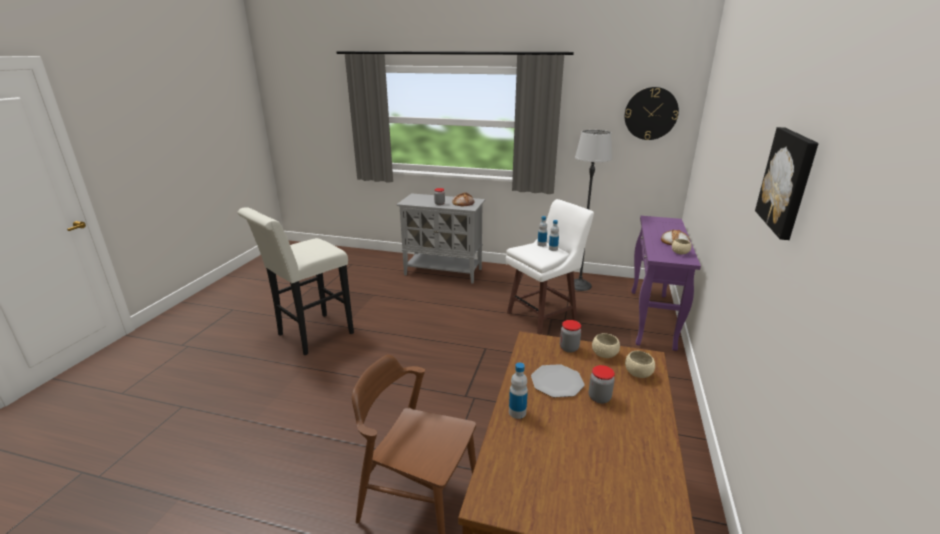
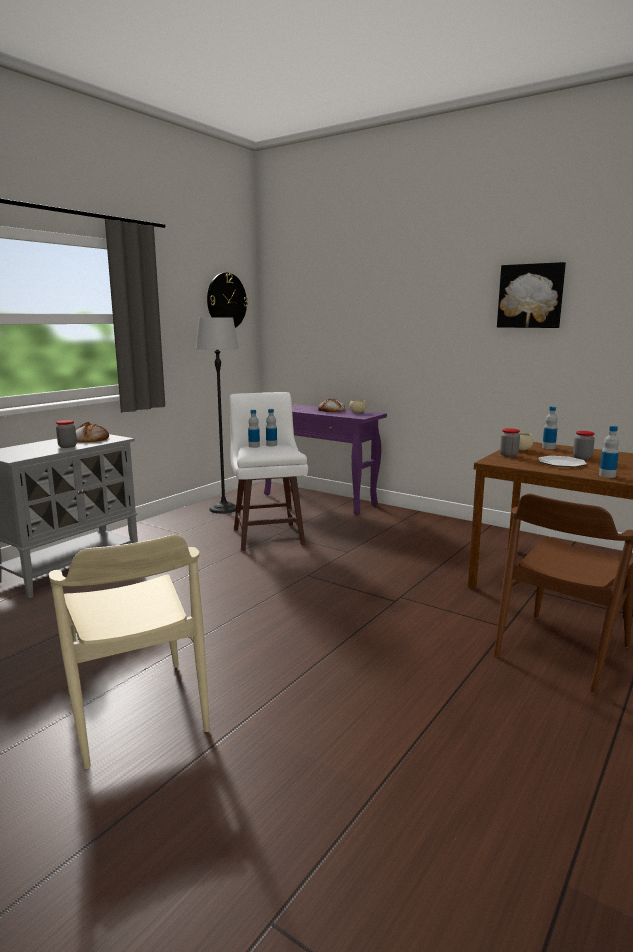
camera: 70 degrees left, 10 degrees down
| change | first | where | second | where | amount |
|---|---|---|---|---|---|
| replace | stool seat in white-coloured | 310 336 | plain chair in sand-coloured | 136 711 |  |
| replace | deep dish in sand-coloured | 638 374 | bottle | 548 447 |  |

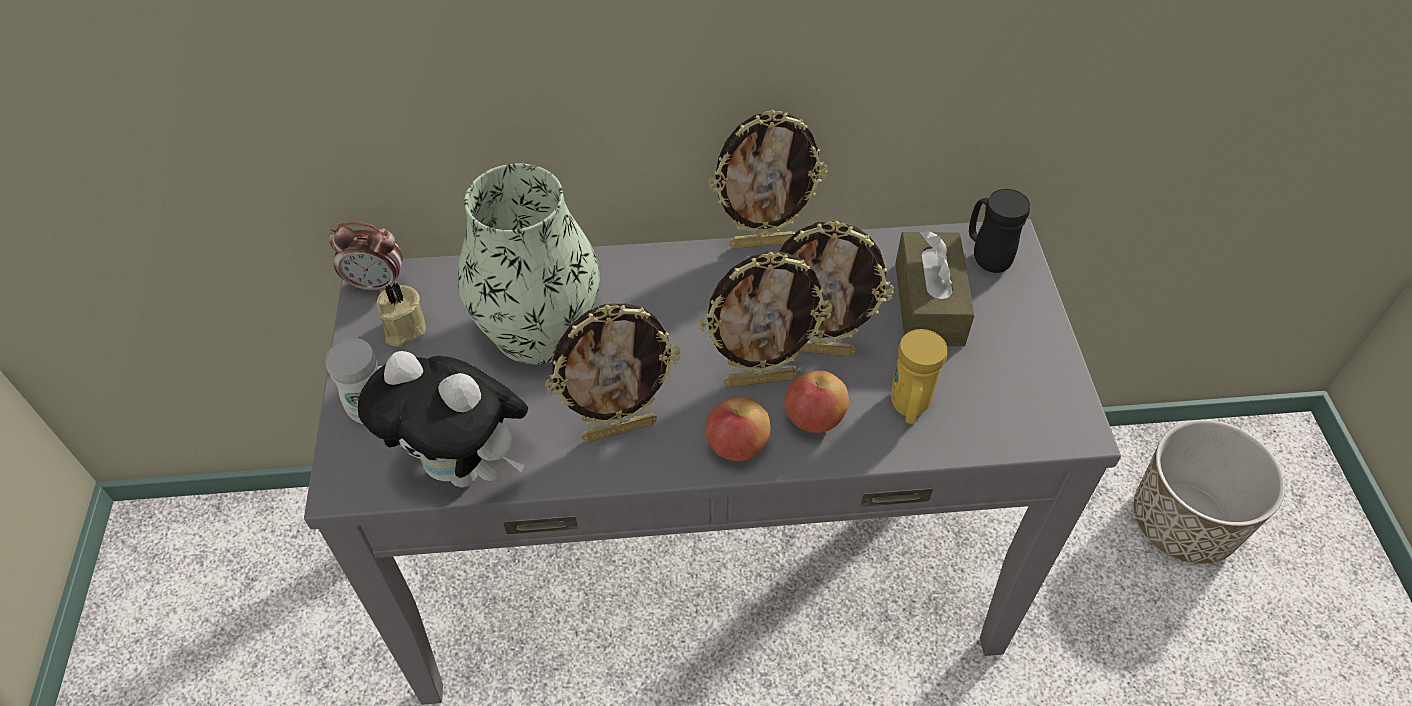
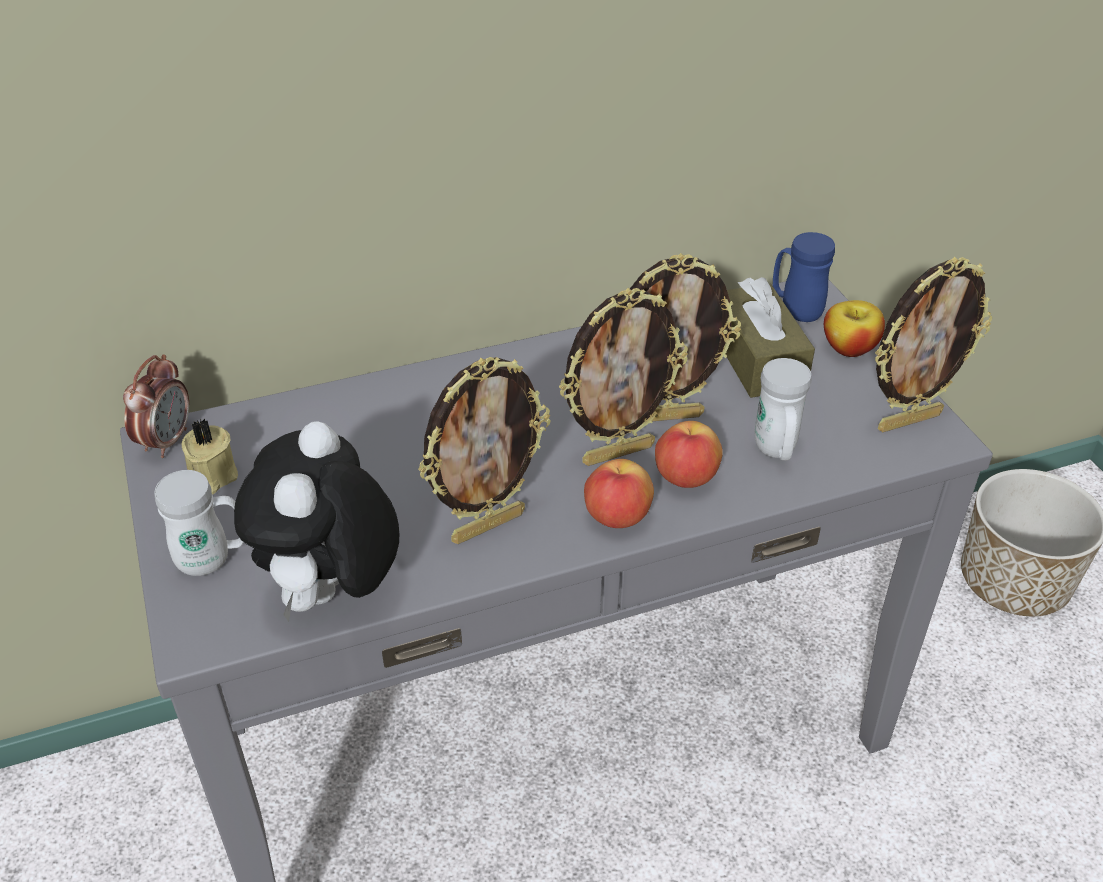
camera: 15 degrees left, 10 degrees down
| change | first | where | second | where | amount |
|---|---|---|---|---|---|
| delete | decorative vase | 539 328 |  |  |  |
| insert |  |  | whole apple | 849 348 |  |
| move | picture frame | 763 242 |  | 908 420 |  |
| recolor | tea mug in yellow-coloured | 908 408 | tea mug in white-coloured | 776 451 |  |
| recolor | tea mug in black | 986 256 | tea mug in blue | 795 310 |  |
| rotate | bedside clock | 377 284 |  | 166 441 | 60 degrees counterclockwise |
| rotate | cuddly toy | 467 468 |  | 332 594 | 90 degrees clockwise |

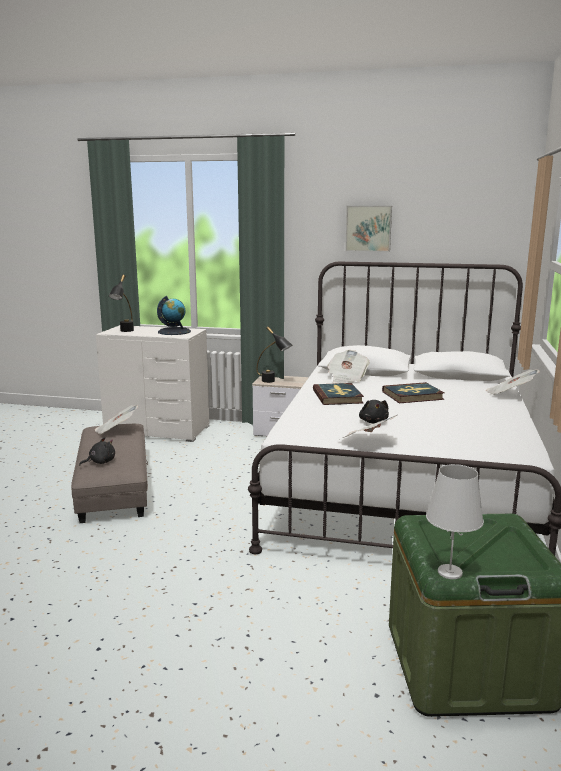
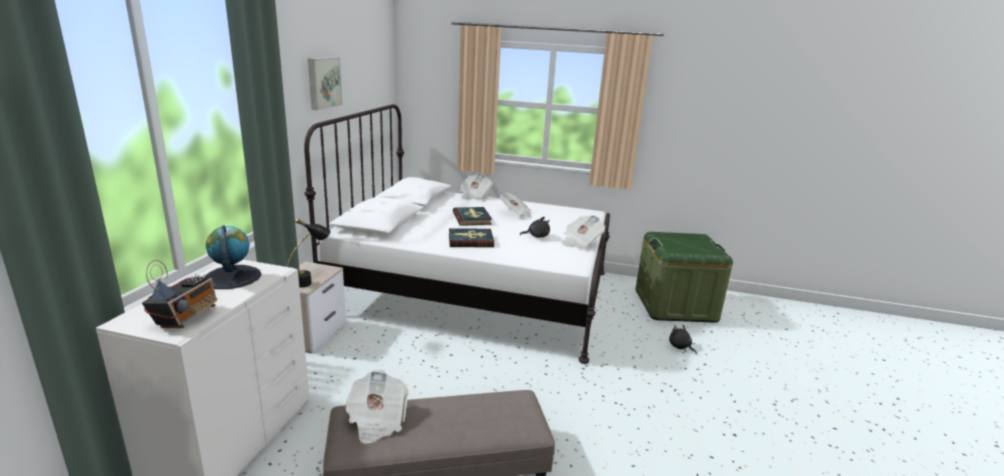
camera: 90 degrees left, 5 degrees up
| change | first | where | second | where | amount |
|---|---|---|---|---|---|
| delete | table lamp in white-coloured | 450 572 |  |  |  |
| move | cuddly toy in black | 100 462 |  | 680 347 |  |
| move | printed paper | 346 378 |  | 515 214 |  |
| replace | table lamp in black | 124 331 | radio receiver | 186 317 |  |

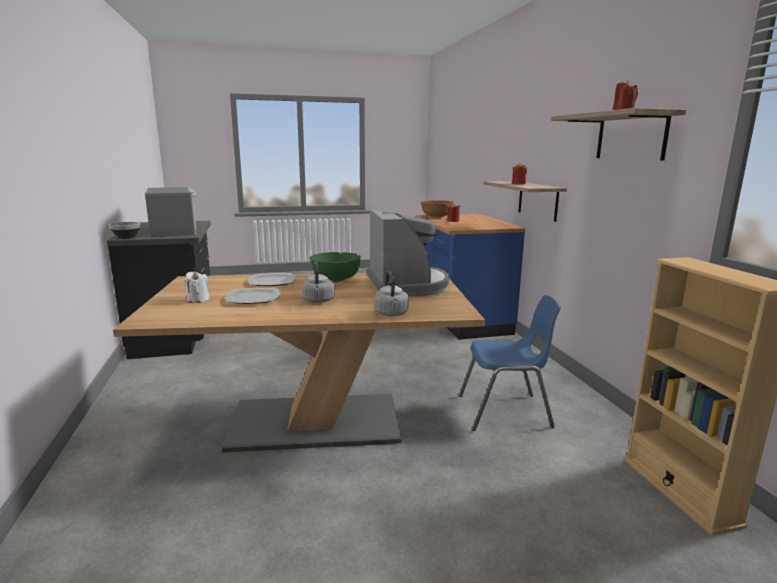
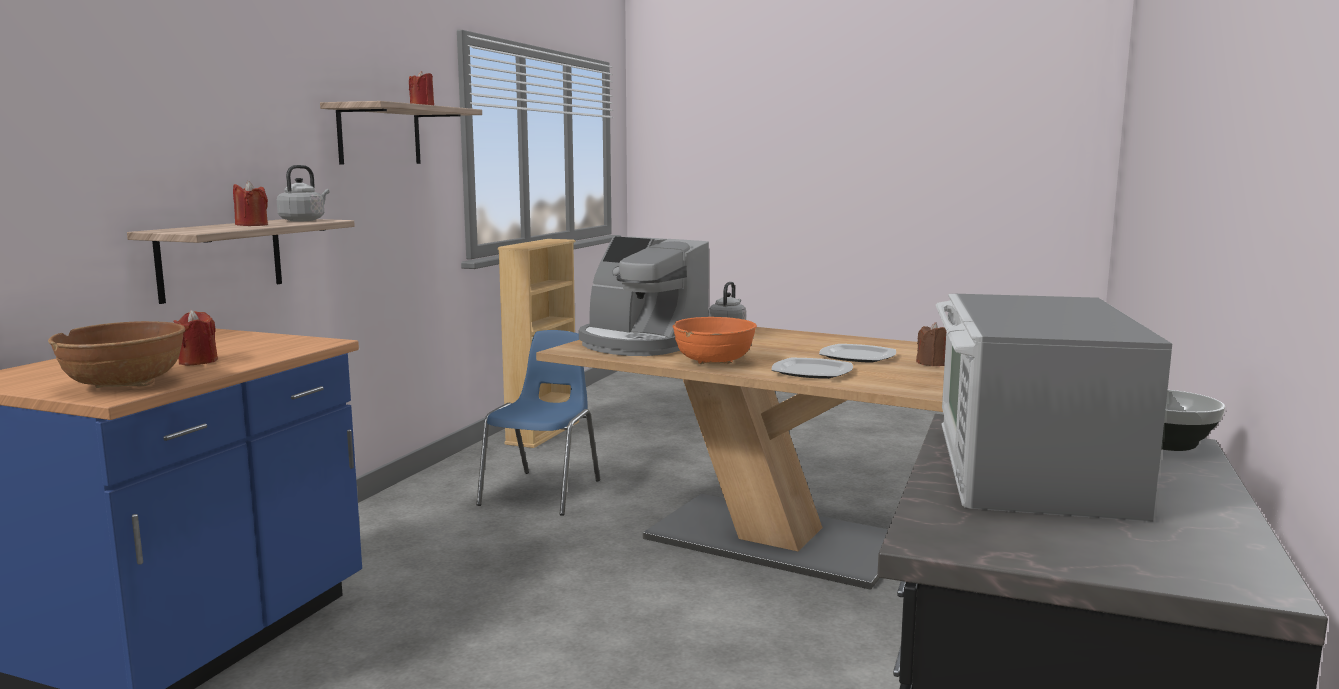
camera: 145 degrees left, 5 degrees down
| change | first | where | second | where | amount |
|---|---|---|---|---|---|
| move | water kettle in grey | 318 301 |  | 304 220 |  |
| recolor | candle in white-coloured | 198 300 | candle in brown | 932 363 |  |
| recolor | deep dish in green-coloured | 336 279 | deep dish in orange-coloured | 714 362 |  |
| rotate | coffee brewer | 407 285 |  | 640 344 | 75 degrees counterclockwise |
| rotate | plain chair in blue | 506 412 |  | 543 492 | 75 degrees clockwise |

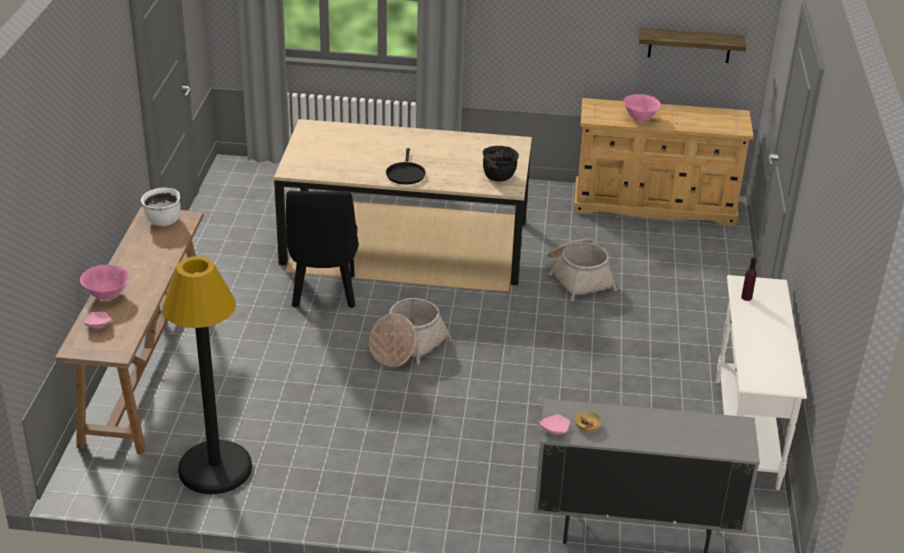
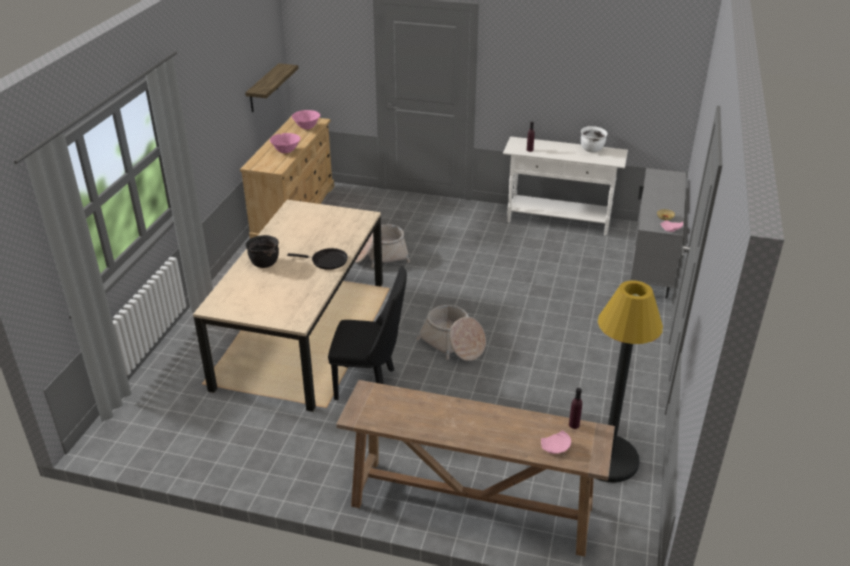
camera: 80 degrees left, 0 degrees up
| change | first | where | second | where | amount |
|---|---|---|---|---|---|
| insert |  |  | bottle in purplish | 574 425 |  |
| move | deep dish in pink-coloured | 107 296 |  | 307 128 |  |
| move | cooking pot in white-coloured | 163 221 |  | 592 149 |  |
| move | cooking pot in black | 499 177 |  | 264 263 |  |

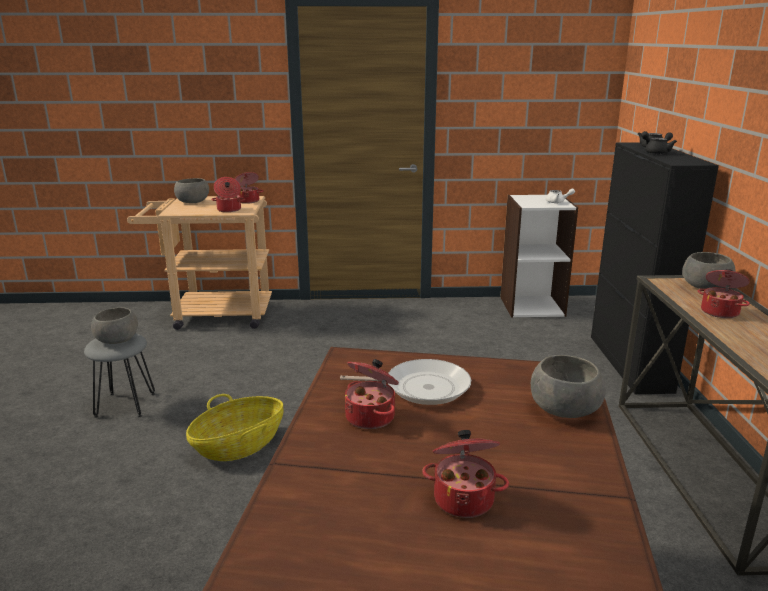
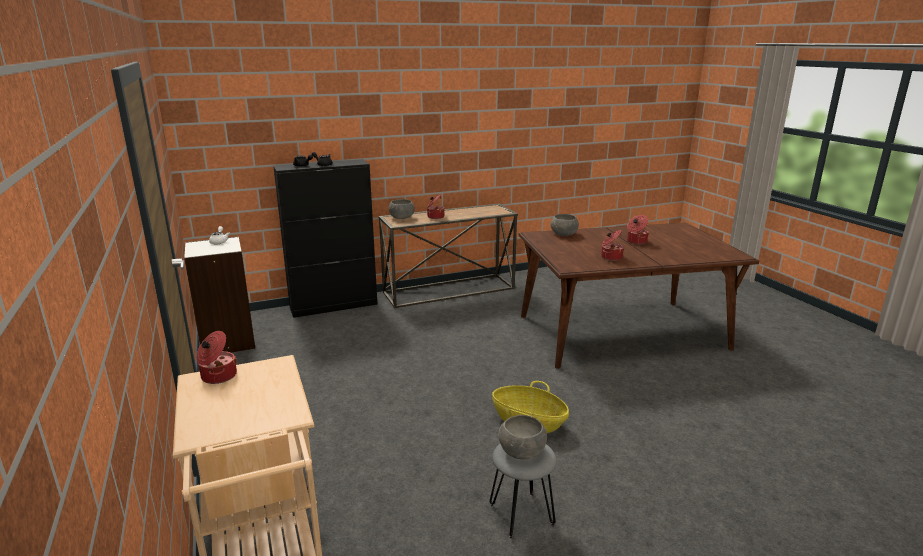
camera: 110 degrees left, 0 degrees up
| change | first | where | second | where | amount |
|---|---|---|---|---|---|
| delete | deep dish in grey | 193 202 |  |  |  |
| delete | cooking pot | 229 210 |  |  |  |
| delete | frying pan | 422 387 |  |  |  |

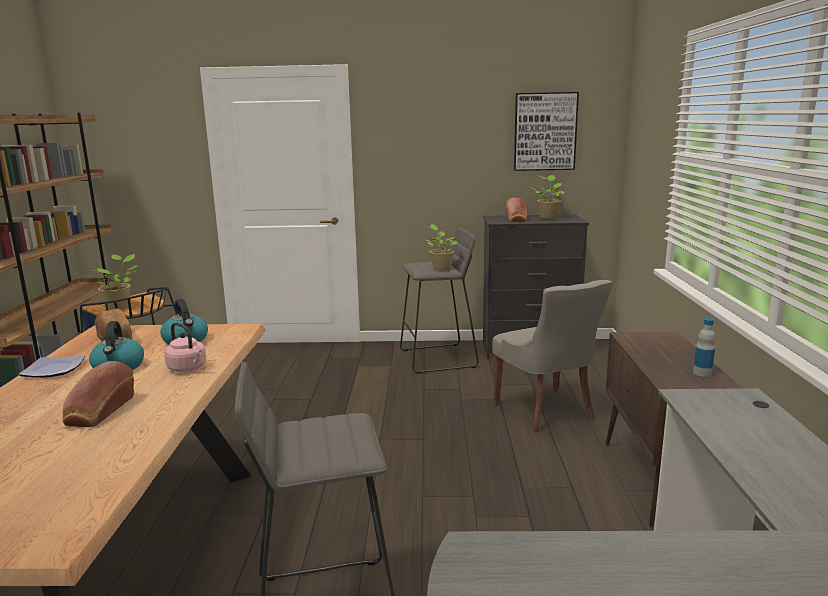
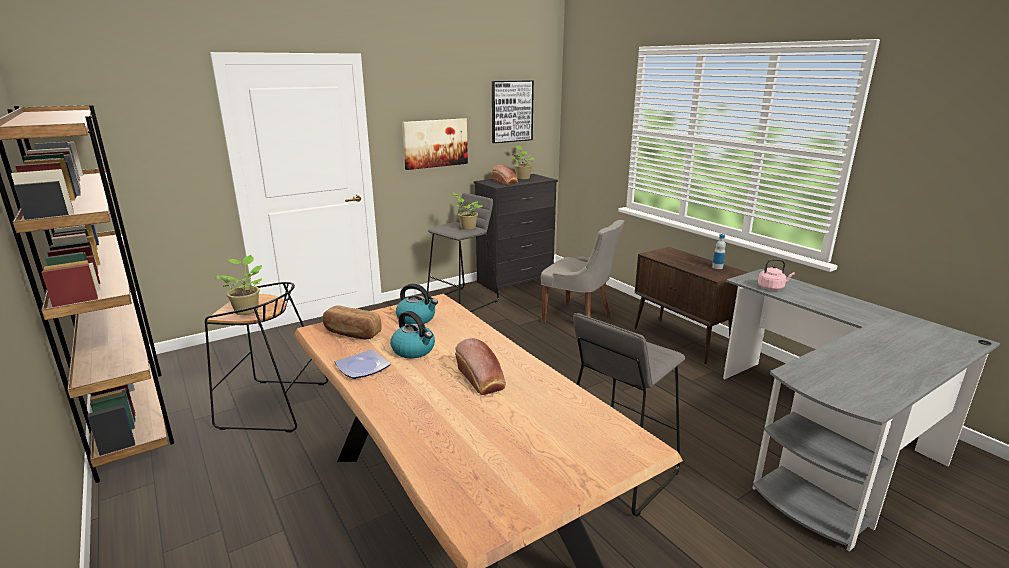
camera: 35 degrees left, 5 degrees up
| change | first | where | second | where | amount |
|---|---|---|---|---|---|
| insert |  |  | wall picture | 435 143 |  |
| move | water kettle in pink-coloured | 188 368 |  | 772 287 |  |

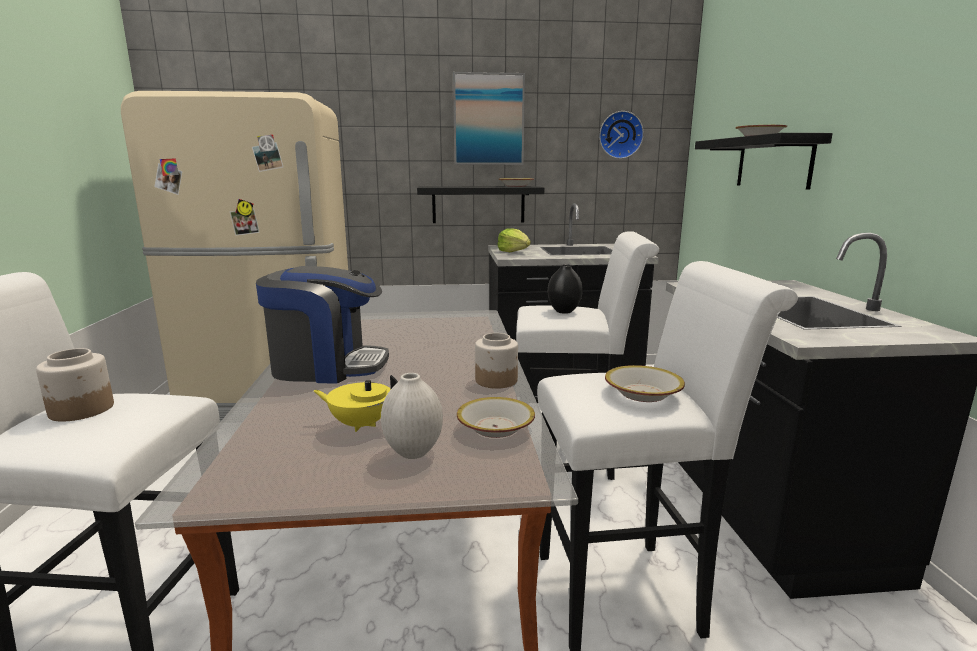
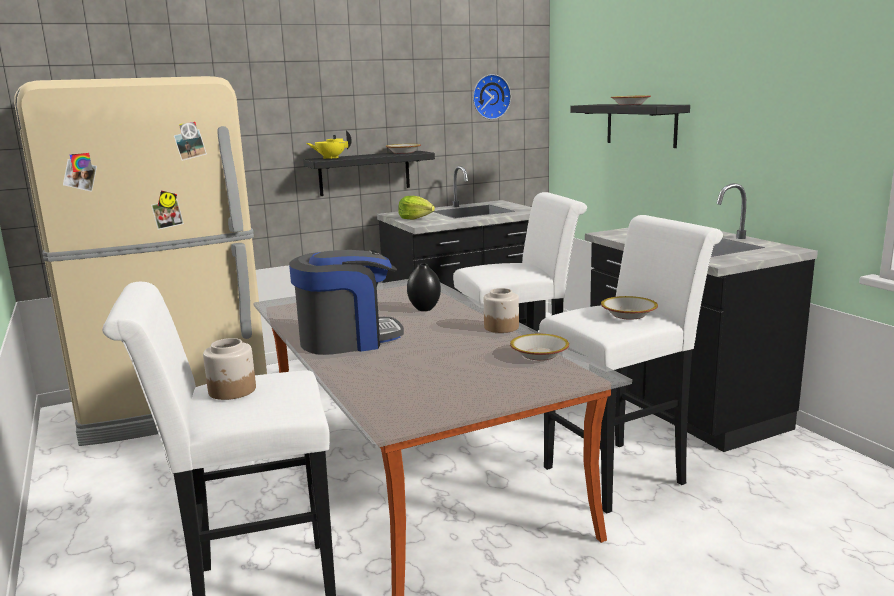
camera: 20 degrees left, 0 degrees up
| change | first | where | second | where | amount |
|---|---|---|---|---|---|
| delete | decorative vase in white-coloured | 412 452 |  |  |  |
| delete | wall picture | 488 120 |  |  |  |
| move | teapot in yellow-coloured | 360 424 |  | 330 158 |  |
| move | decorative vase in black | 563 311 |  | 424 309 |  |

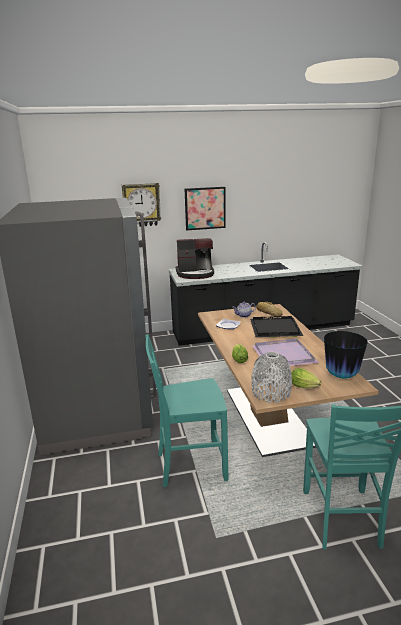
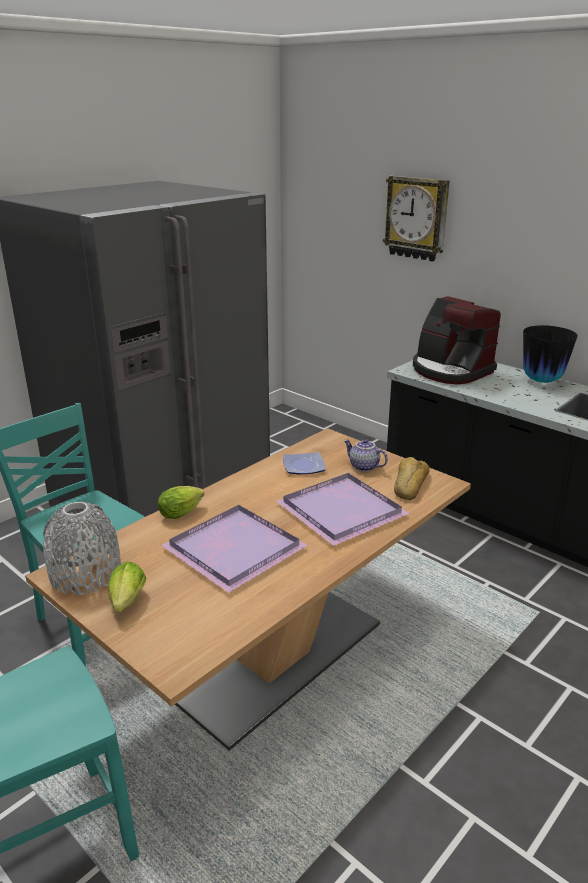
camera: 55 degrees right, 5 degrees up
| change | first | where | second | where | amount |
|---|---|---|---|---|---|
| delete | wall picture | 205 208 |  |  |  |
| move | decorative vase | 341 376 |  | 541 381 |  |
| recolor | carrying tray in black | 274 328 | carrying tray in purplish | 341 509 |  |

